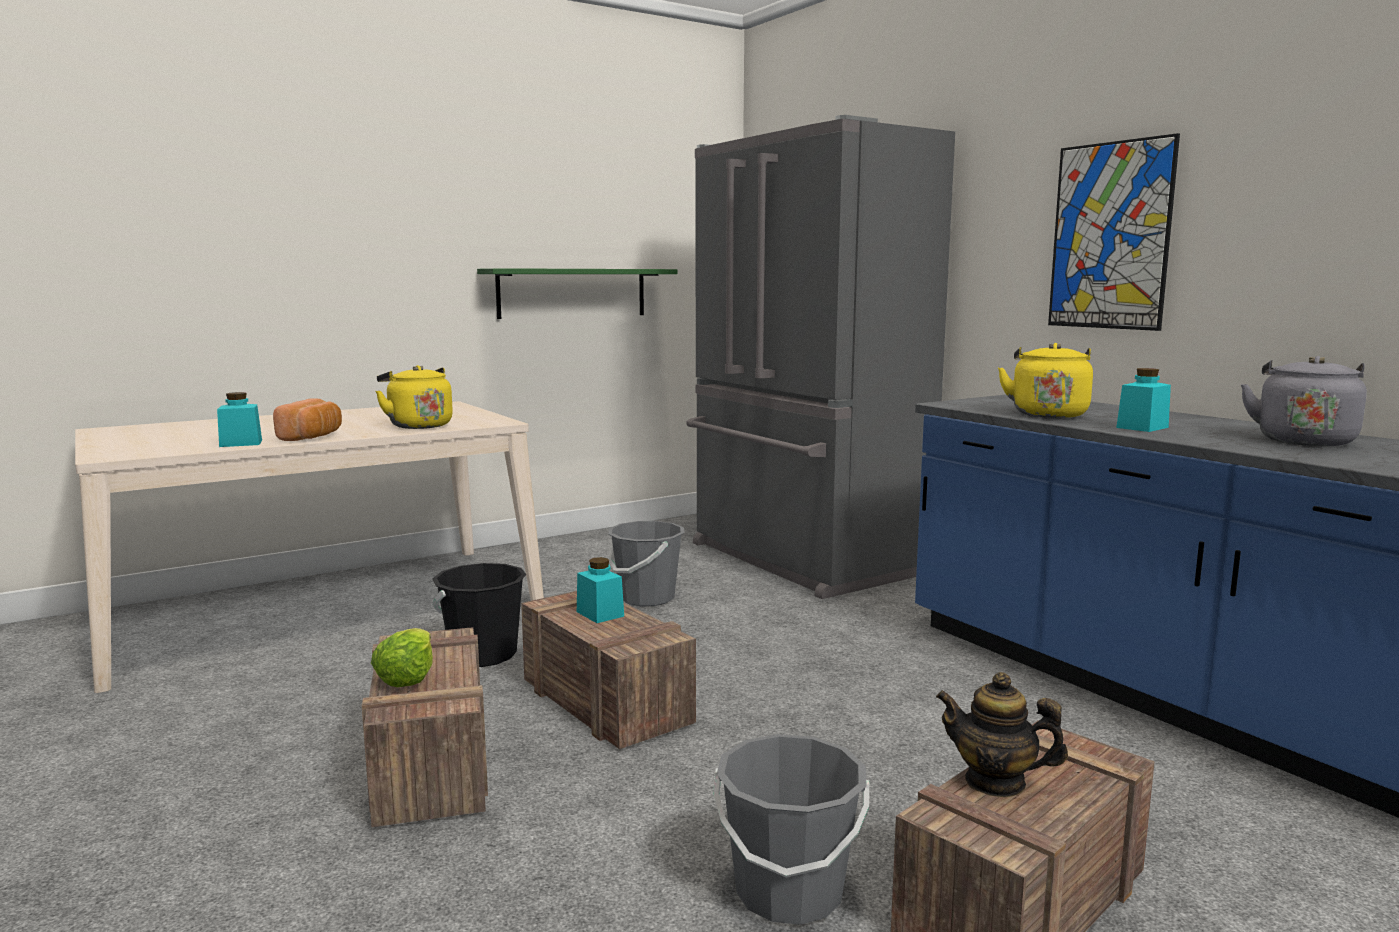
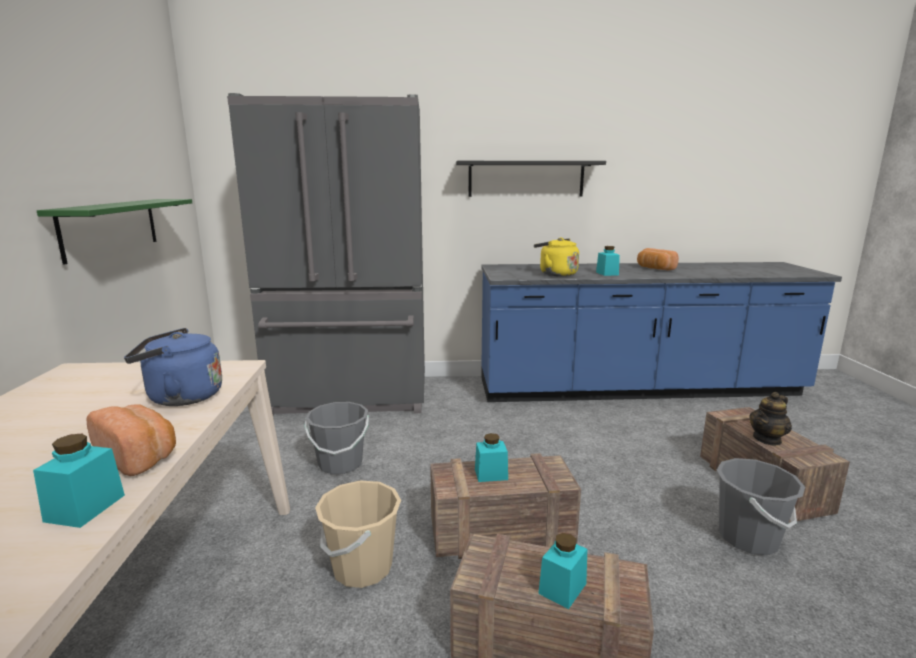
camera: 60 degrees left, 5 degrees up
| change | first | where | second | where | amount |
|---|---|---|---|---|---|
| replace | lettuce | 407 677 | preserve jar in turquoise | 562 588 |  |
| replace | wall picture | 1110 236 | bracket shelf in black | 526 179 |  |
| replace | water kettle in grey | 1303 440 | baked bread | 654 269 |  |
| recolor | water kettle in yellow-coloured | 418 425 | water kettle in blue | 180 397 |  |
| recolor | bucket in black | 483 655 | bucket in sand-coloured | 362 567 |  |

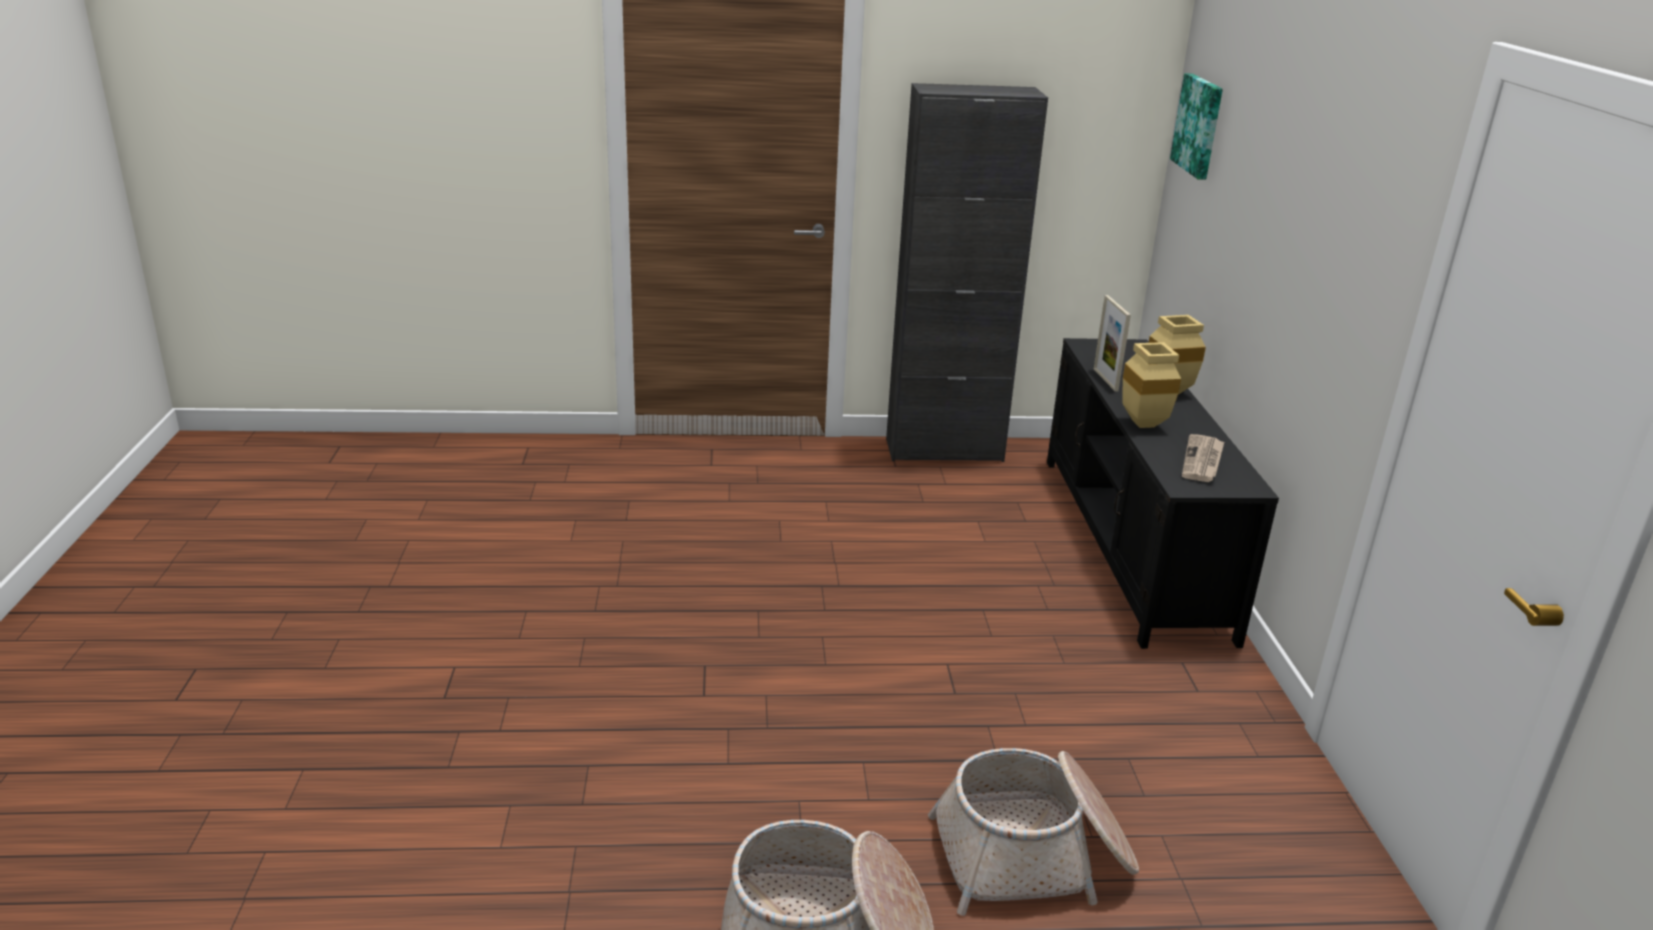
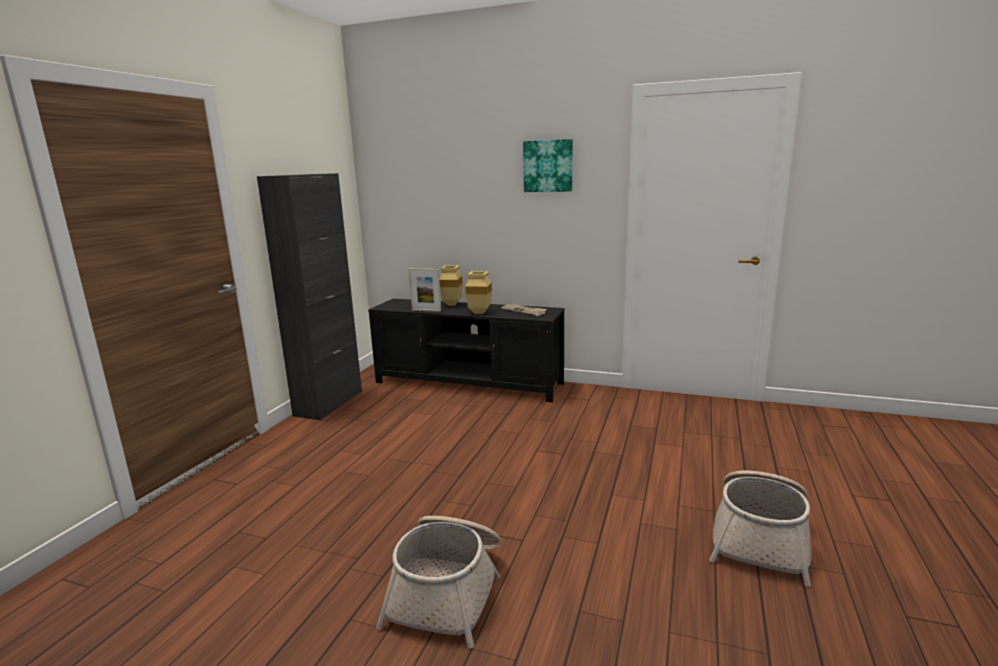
camera: 65 degrees left, 10 degrees down
| change | first | where | second | where | amount |
|---|---|---|---|---|---|
| move | basket | 1033 857 |  | 448 589 |  |
| move | wall picture | 1199 125 |  | 548 166 |  |

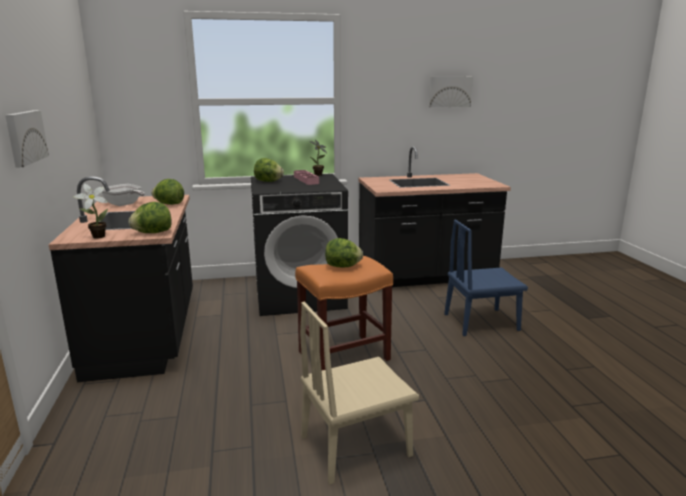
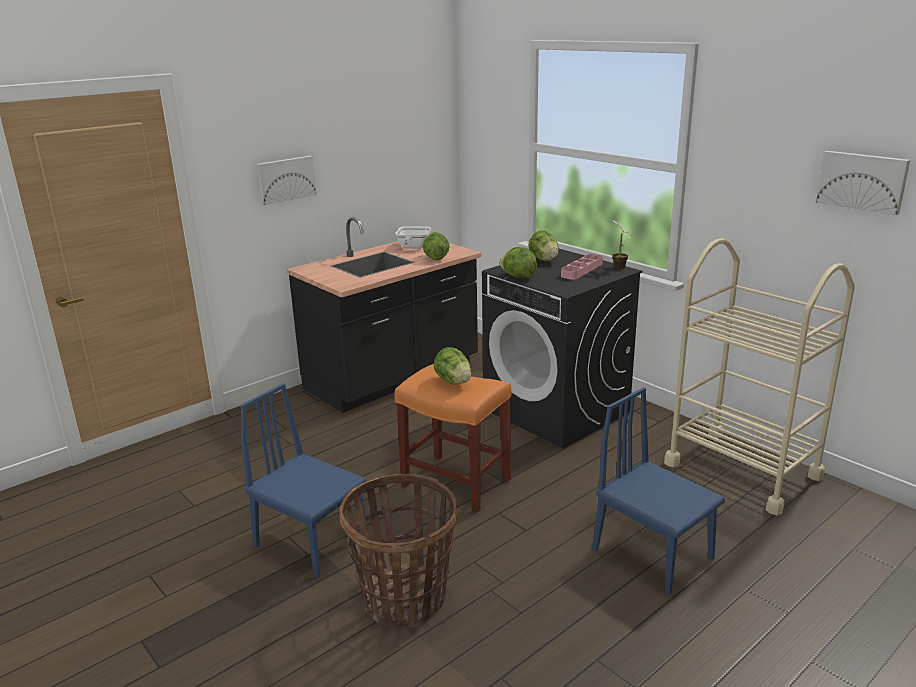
camera: 60 degrees right, 5 degrees up
| change | first | where | second | where | amount |
|---|---|---|---|---|---|
| delete | potted plant | 96 237 |  |  |  |
| insert |  |  | basket | 404 598 |  |
| move | lettuce | 153 233 |  | 518 277 |  |
| replace | counter in black | 426 276 | wheeled cart in sand-coloured | 742 470 |  |
| recolor | plain chair in sand-coloured | 356 446 | plain chair in blue | 311 541 |  |

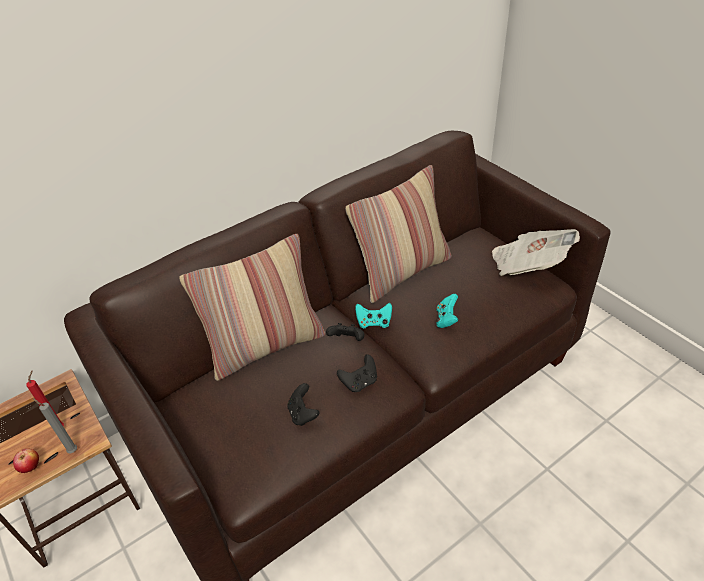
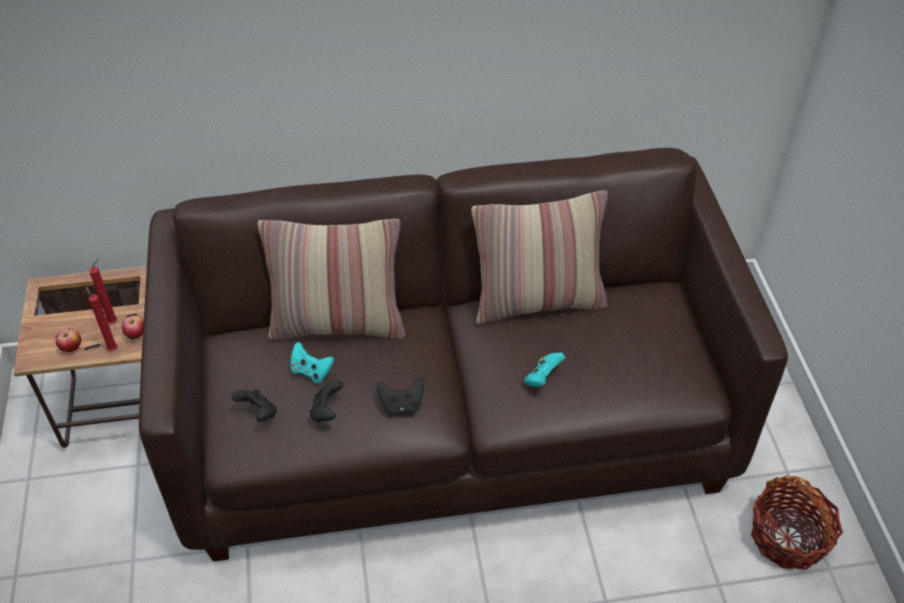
camera: 25 degrees right, 5 degrees up
| change | first | where | second | where | amount |
|---|---|---|---|---|---|
| delete | printed paper | 528 264 |  |  |  |
| insert |  |  | whole apple | 136 336 |  |
| insert |  |  | basket | 788 537 |  |
| move | joypad in black | 347 340 |  | 258 413 |  |
| move | joypad in turquoise | 374 322 |  | 311 371 |  |
| recolor | candle in grey | 71 450 | candle in red | 112 348 |  |

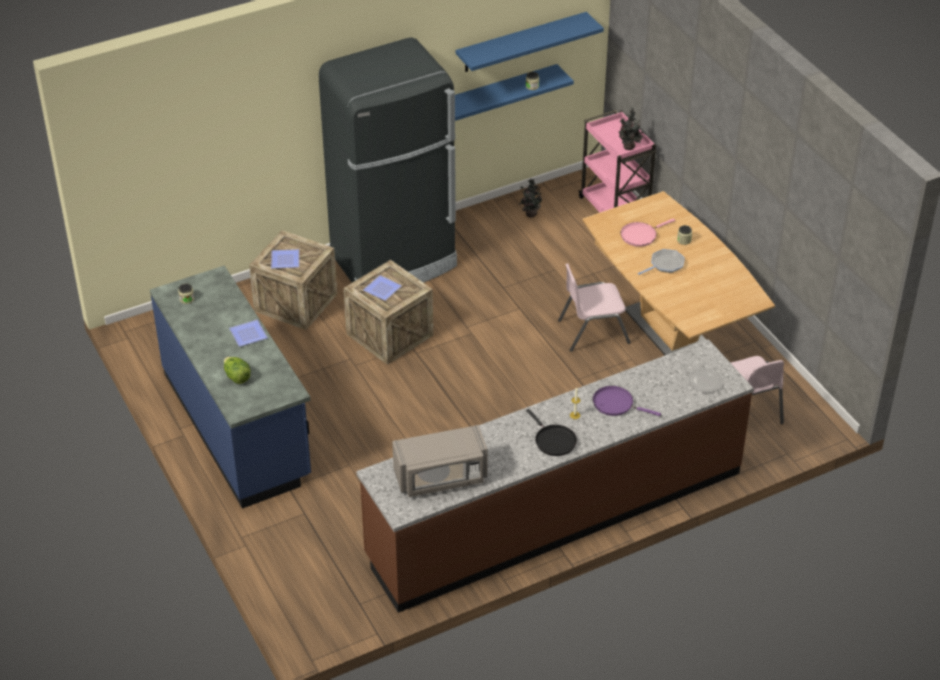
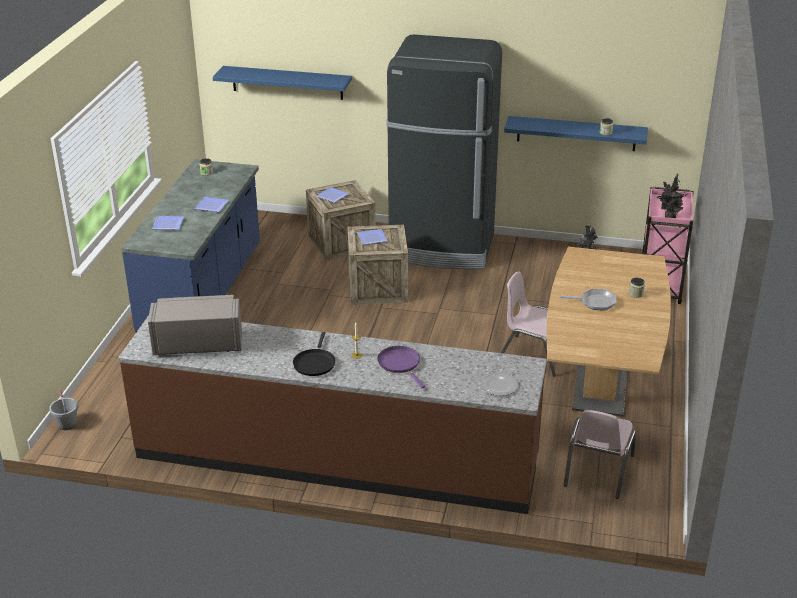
camera: 40 degrees right, 10 degrees down
| change | first | where | second | where | amount |
|---|---|---|---|---|---|
| delete | frying pan in pink-coloured | 640 235 |  |  |  |
| insert |  |  | bucket in grey | 67 424 |  |
| move | bracket shelf in blue | 521 42 |  | 287 82 |  |
| replace | lettuce | 237 377 | flat dish | 167 225 |  |
| rotate | kitchen microwave in grey | 441 477 |  | 198 344 | 150 degrees clockwise |

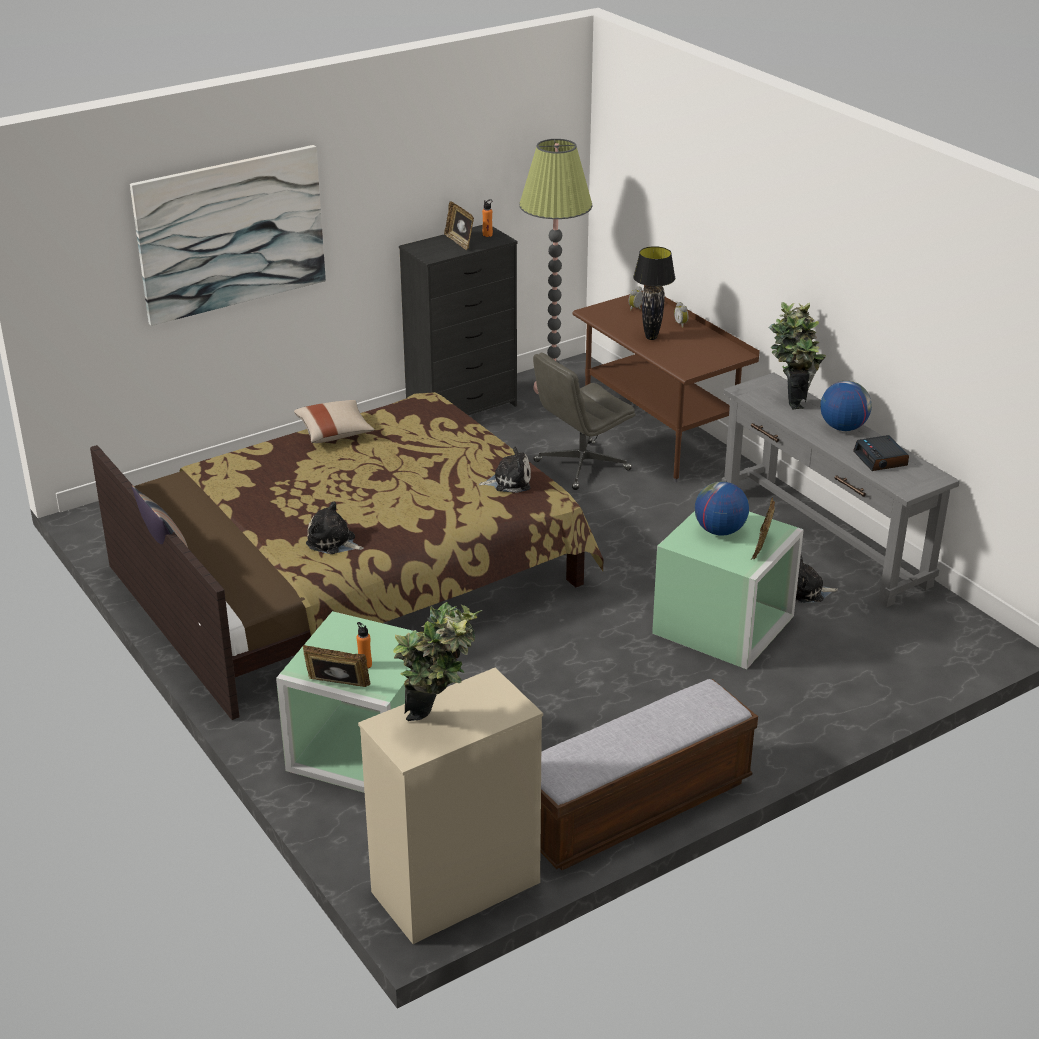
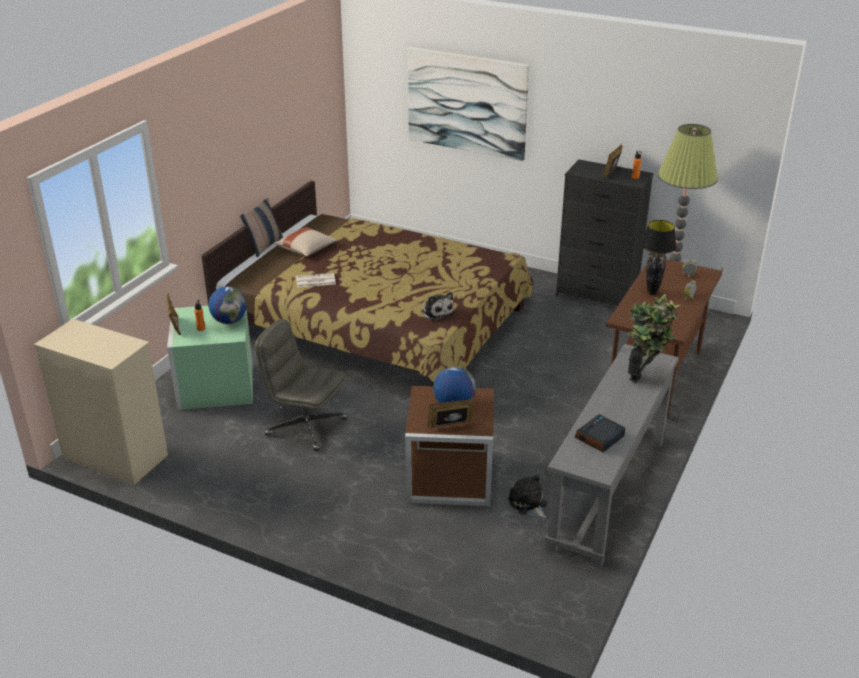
camera: 60 degrees right, 0 degrees up
| change | first | where | second | where | amount |
|---|---|---|---|---|---|
| delete | potted plant | 439 721 |  |  |  |
| delete | indoor bench | 635 807 |  |  |  |
| move | pillow in sand-coloured | 334 433 |  | 307 250 |  |
| move | computer chair in grey | 581 466 |  | 305 427 |  |
| move | world globe | 843 427 |  | 229 321 |  |
| replace | cuddly toy | 333 542 | printed paper | 315 281 |  |
| recolor | storage box in green-coloured | 724 626 | storage box in brown | 448 478 |  |

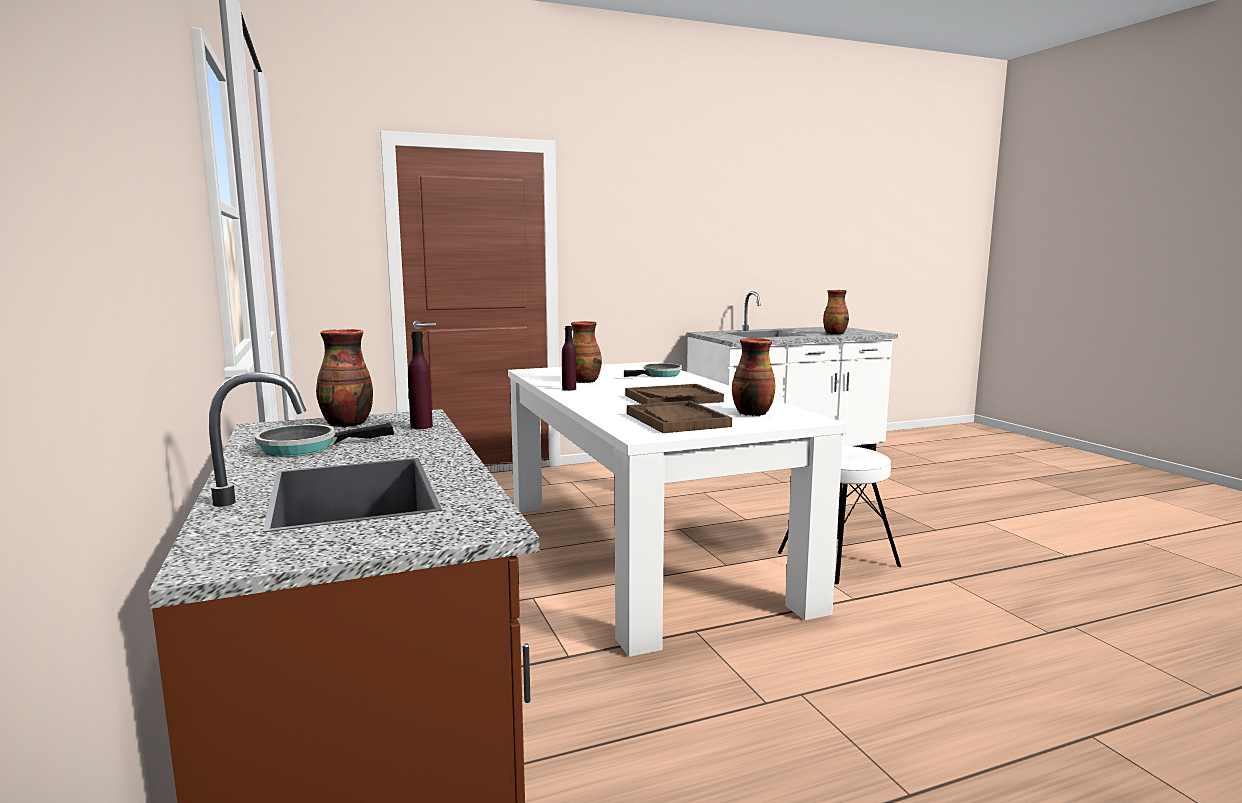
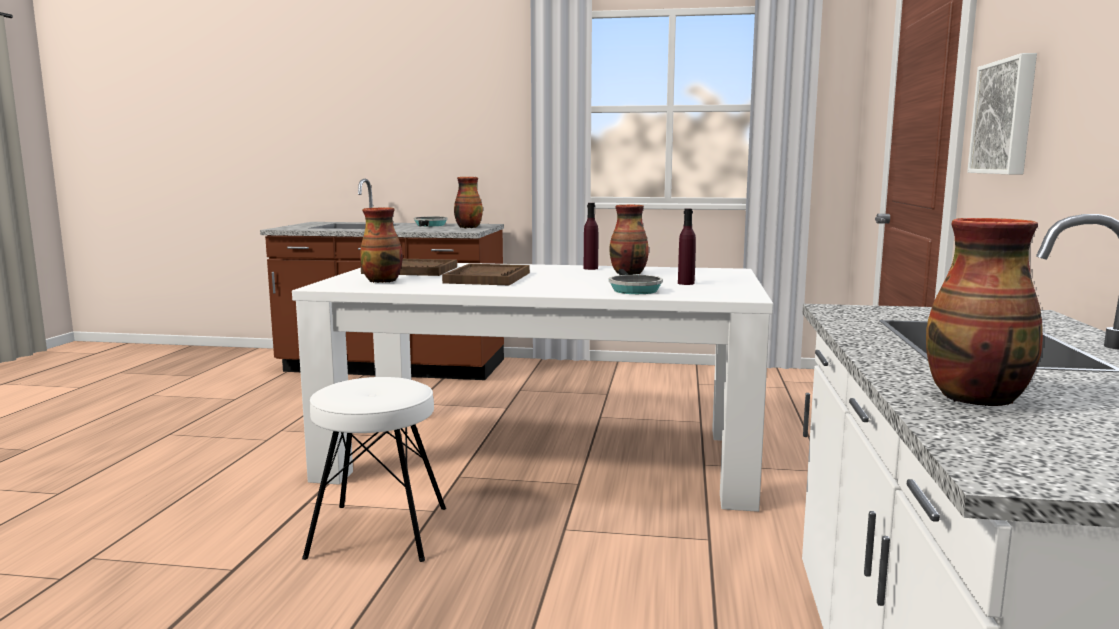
camera: 120 degrees right, 0 degrees up
| change | first | where | second | where | amount |
|---|---|---|---|---|---|
| insert |  |  | wall picture | 1006 117 |  |
| move | bottle in purplish | 421 426 |  | 686 283 |  |

